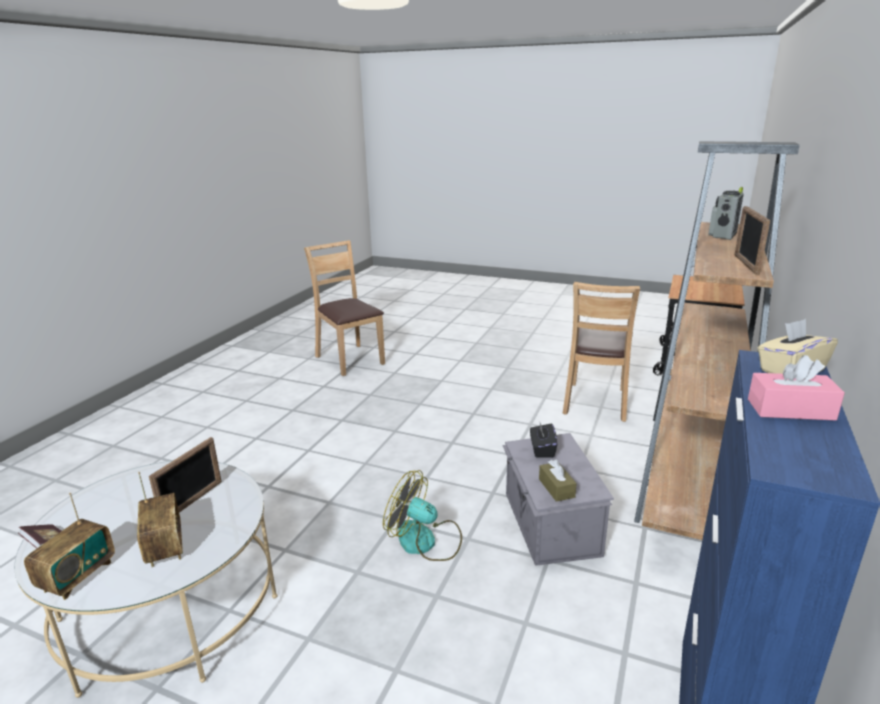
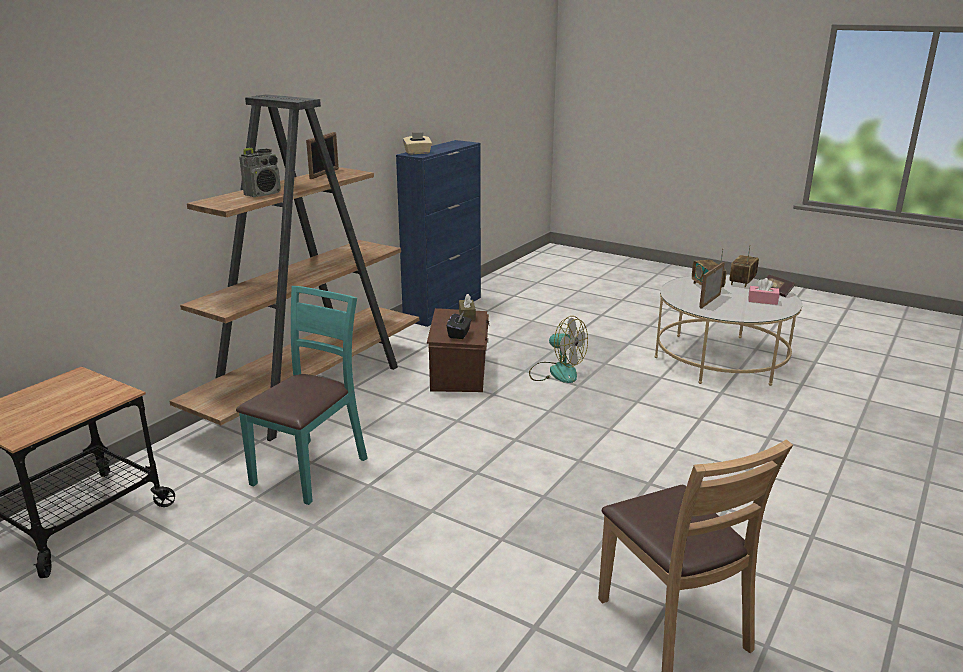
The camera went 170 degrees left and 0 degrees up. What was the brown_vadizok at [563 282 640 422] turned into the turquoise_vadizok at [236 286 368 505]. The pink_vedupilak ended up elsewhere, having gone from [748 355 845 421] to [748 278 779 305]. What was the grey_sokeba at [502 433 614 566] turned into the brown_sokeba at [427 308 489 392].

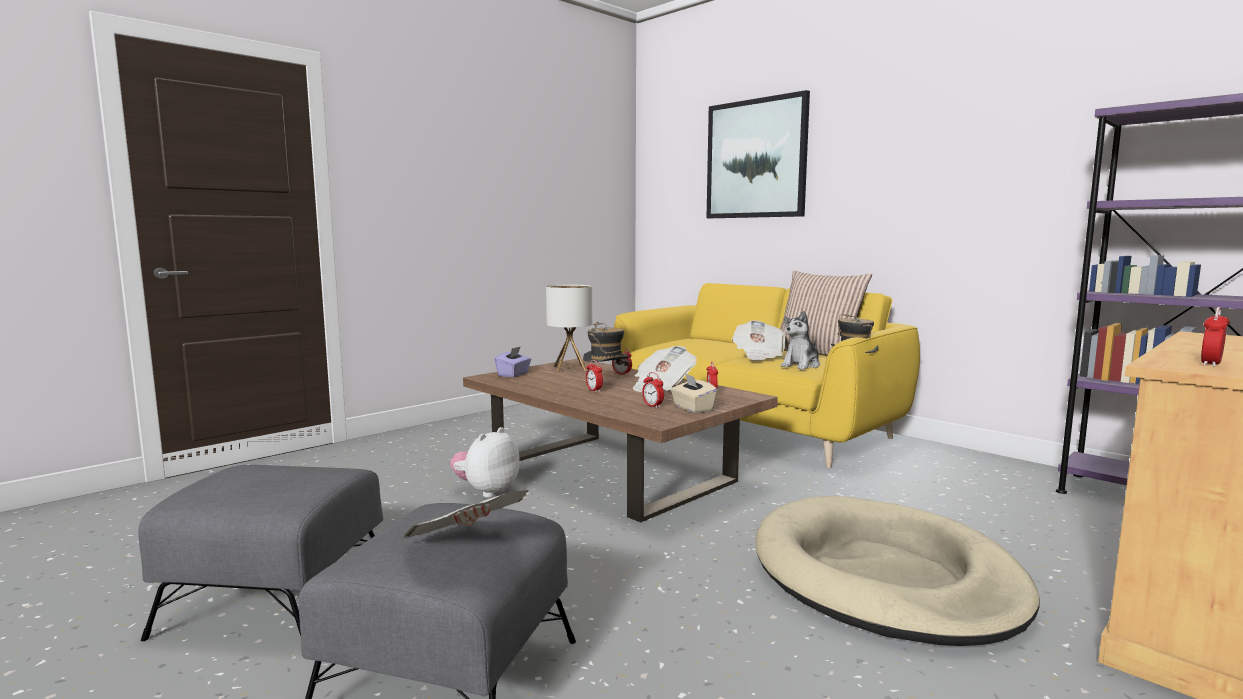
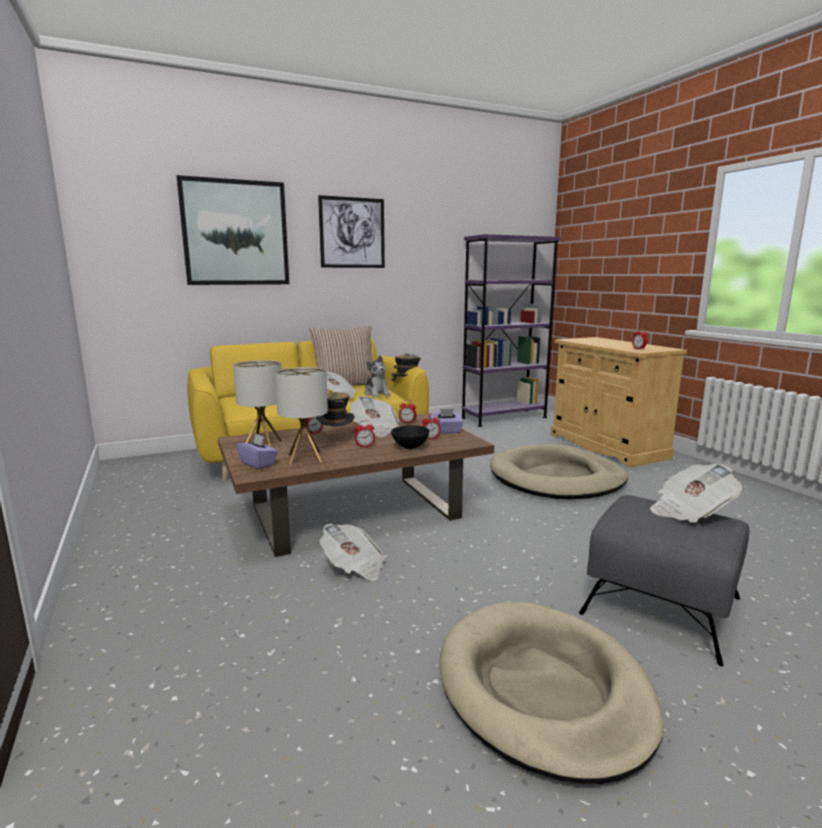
The camera went 70 degrees left and 5 degrees up. What was the beige_vedupilak at [671 373 717 413] turned into the purple_vedupilak at [429 409 464 434]. Where the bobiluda stood at [450 427 520 498], the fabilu came to stand at [320 524 386 581]. Where the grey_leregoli stood at [138 465 383 641], the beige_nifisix came to stand at [440 602 664 784]. The second view gained the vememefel at [318 195 385 268]. The second view gained the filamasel at [275 367 328 465]. The second view gained the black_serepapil at [391 425 430 449].

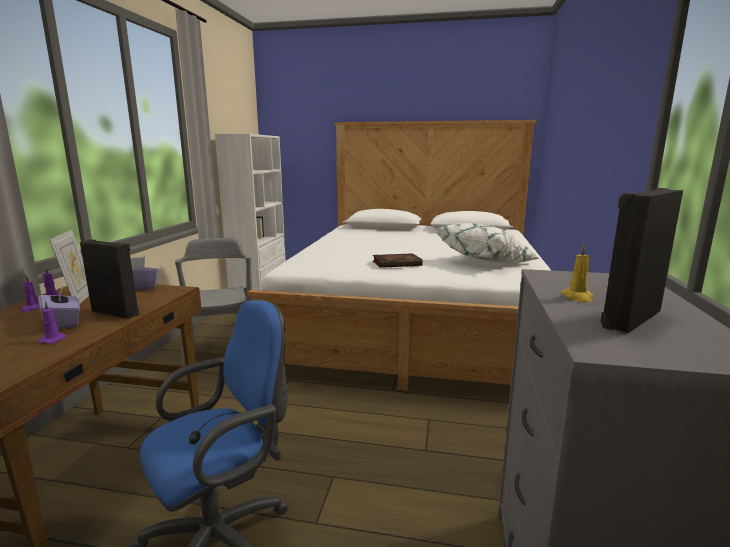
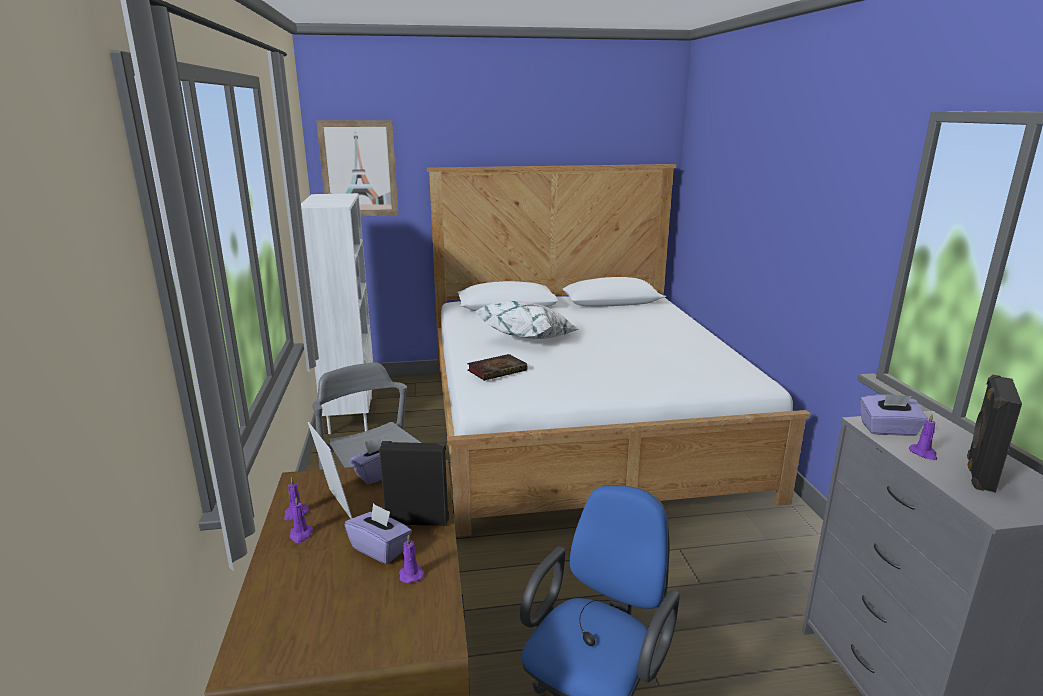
The camera went 20 degrees left and 5 degrees up. The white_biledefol ended up elsewhere, having gone from [436 223 540 263] to [475 301 578 339]. What was the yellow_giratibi at [561 244 593 303] turned into the purple_giratibi at [909 413 937 460]. The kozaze ended up elsewhere, having gone from [373 253 423 268] to [467 354 527 381]. The second view gained the vememefel at [316 120 398 216]. The second view gained the purple_vedupilak at [860 394 928 436].

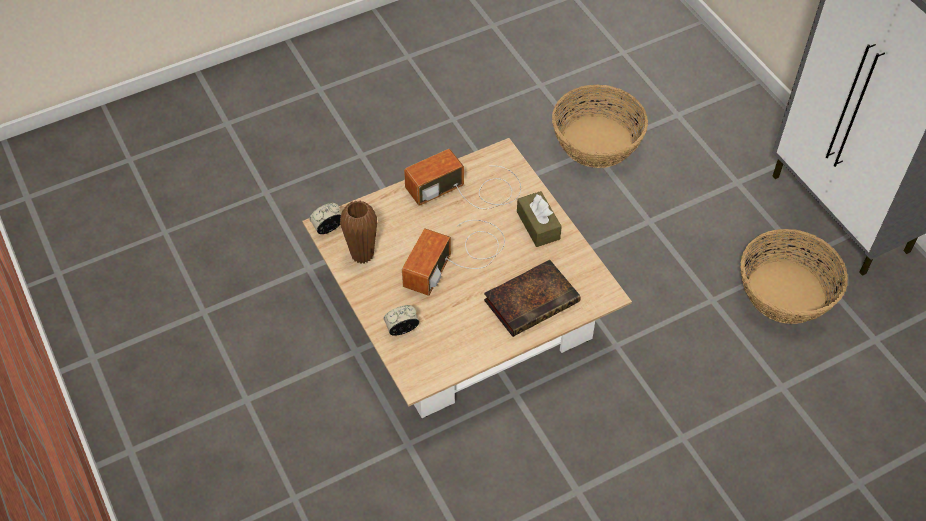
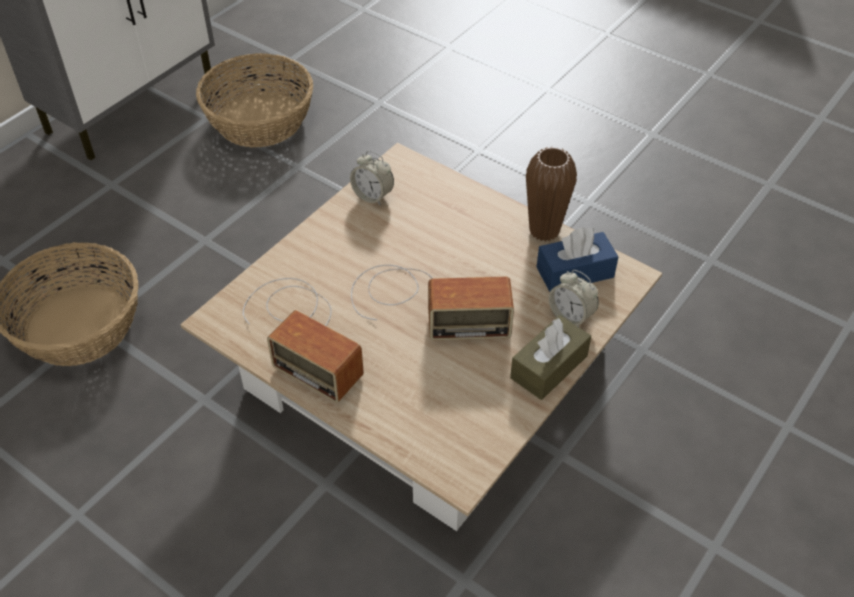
The camera went 115 degrees left and 5 degrees down. The brown_vedupilak ended up elsewhere, having gone from [517 191 562 247] to [510 315 591 400]. The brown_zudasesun ended up elsewhere, having gone from [340 200 377 264] to [526 147 577 242]. The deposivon ended up elsewhere, having gone from [309 203 341 234] to [350 151 394 205]. The second view lost the kozaze at [484 260 580 337]. The second view gained the blue_vedupilak at [537 227 618 292].

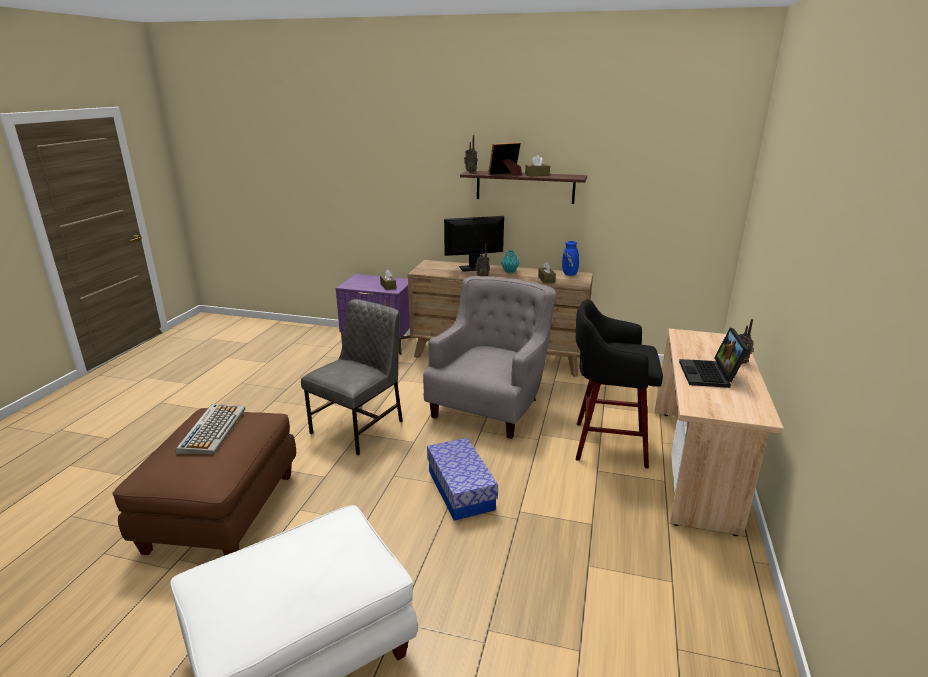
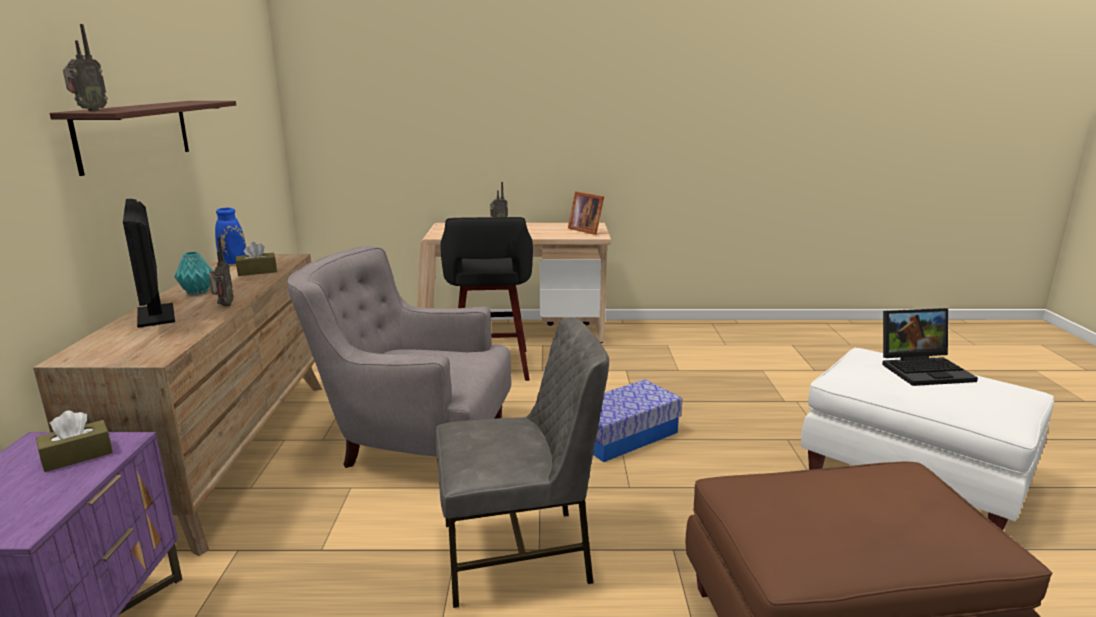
The camera went 105 degrees left and 5 degrees down. The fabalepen ended up elsewhere, having gone from [488 142 522 175] to [568 191 604 235]. The second view lost the brown_vedupilak at [525 155 550 176]. The grey_vadizok at [301 299 403 455] ended up facing another way, 150 degrees clockwise from before. The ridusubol ended up elsewhere, having gone from [679 328 749 388] to [882 308 978 386]. The second view lost the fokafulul at [175 404 245 454].

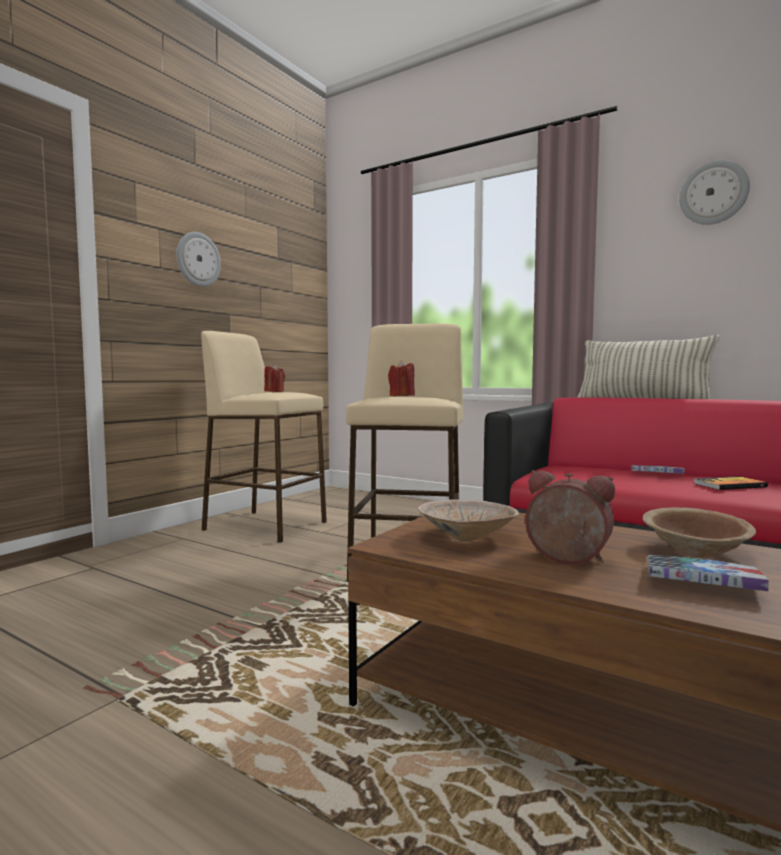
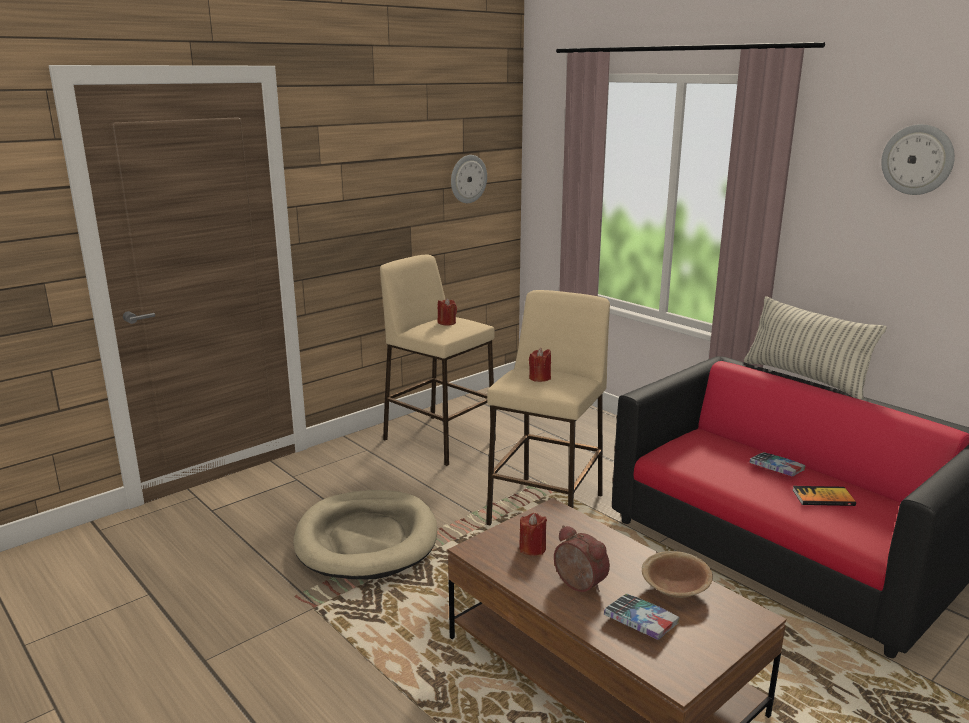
The camera went 15 degrees right and 15 degrees up. The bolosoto ended up elsewhere, having gone from [176 232 221 287] to [451 155 487 203]. Where the beige_serepapil stood at [417 500 519 541], the red_giratibi came to stand at [519 513 547 556]. The second view gained the beige_nifisix at [294 490 437 579].

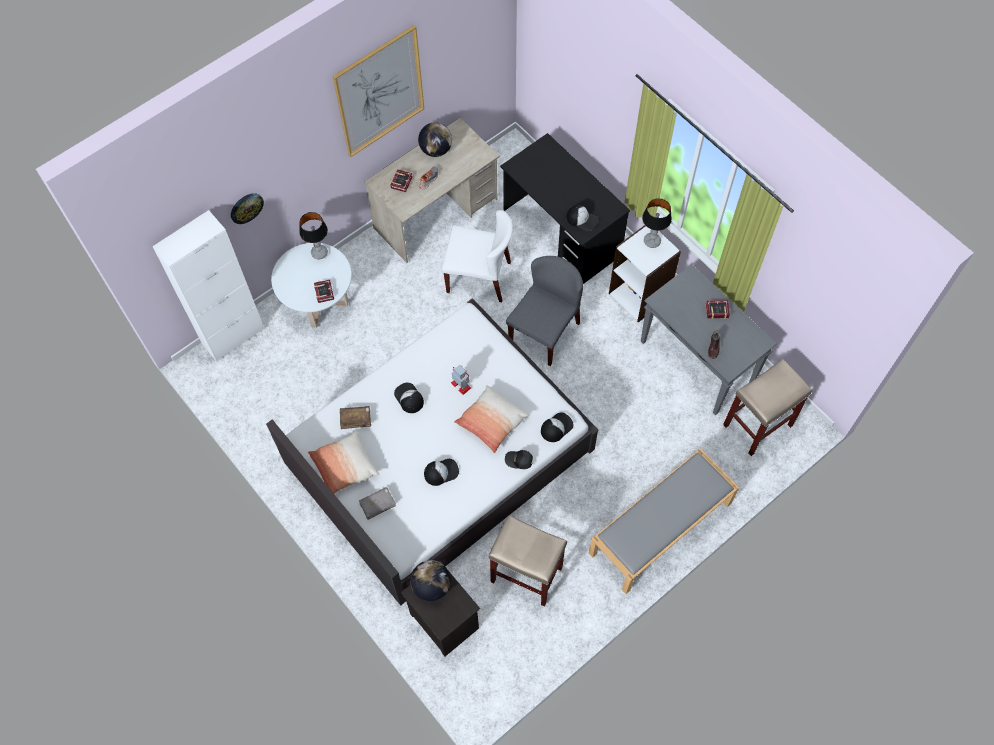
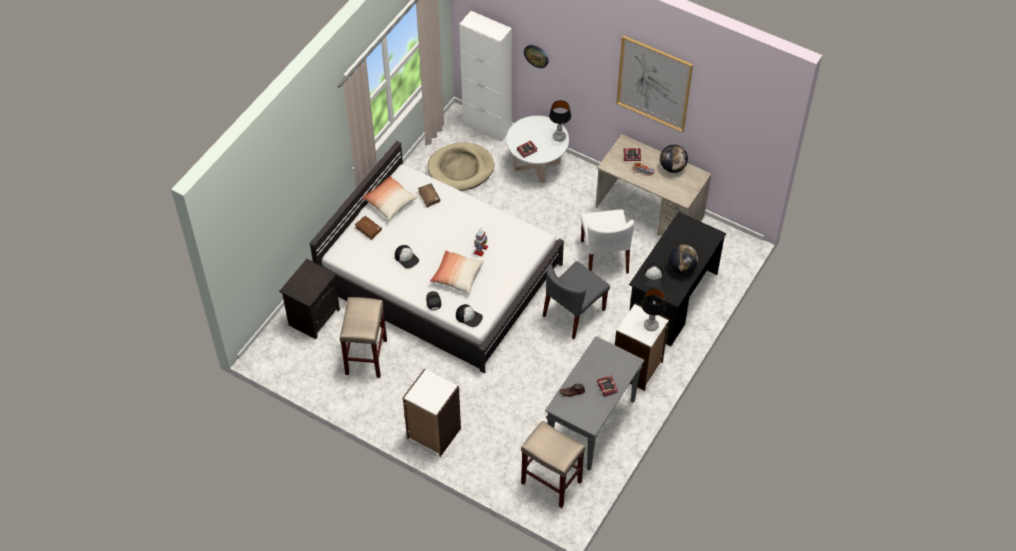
The camera went 70 degrees right and 10 degrees down. The grey_vadizok at [506 256 583 366] ended up facing another way, 120 degrees clockwise from before. The second view lost the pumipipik at [394 383 424 413]. Where the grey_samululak stood at [589 448 739 594], the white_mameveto came to stand at [403 368 461 457]. What was the grey_kozaze at [359 487 396 520] turned into the brown_kozaze at [355 216 382 240]. The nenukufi ended up elsewhere, having gone from [410 560 451 601] to [669 244 698 274]. The second view gained the beige_nifisix at [427 142 494 191].

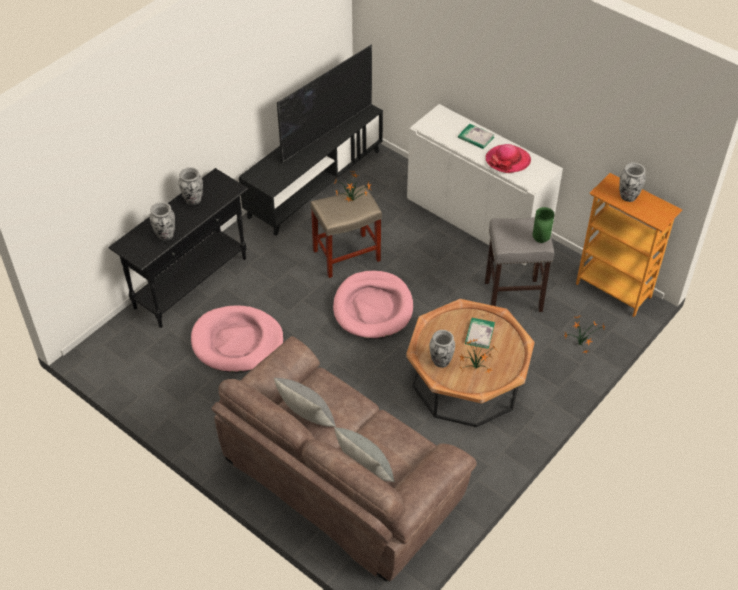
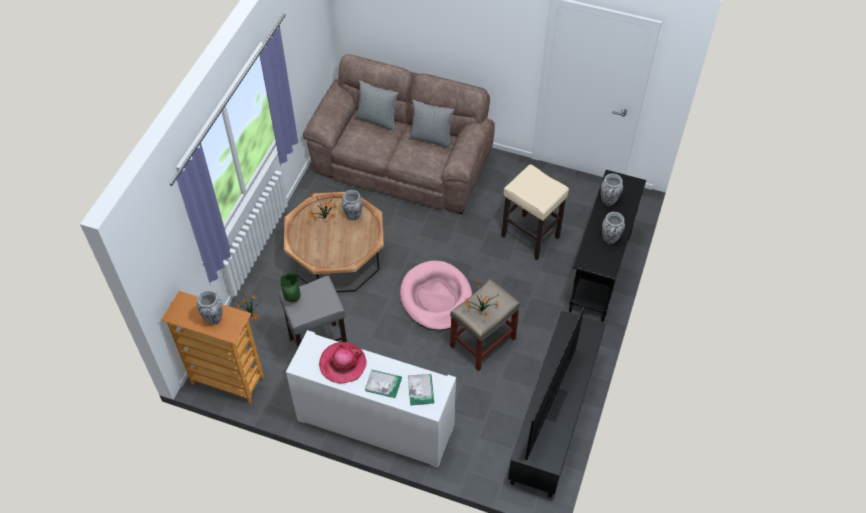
The camera went 160 degrees right and 5 degrees up. Where the pink_nifisix stood at [191 305 284 373], the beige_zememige came to stand at [501 164 569 260]. The kozaze ended up elsewhere, having gone from [465 318 495 349] to [408 374 434 405].

